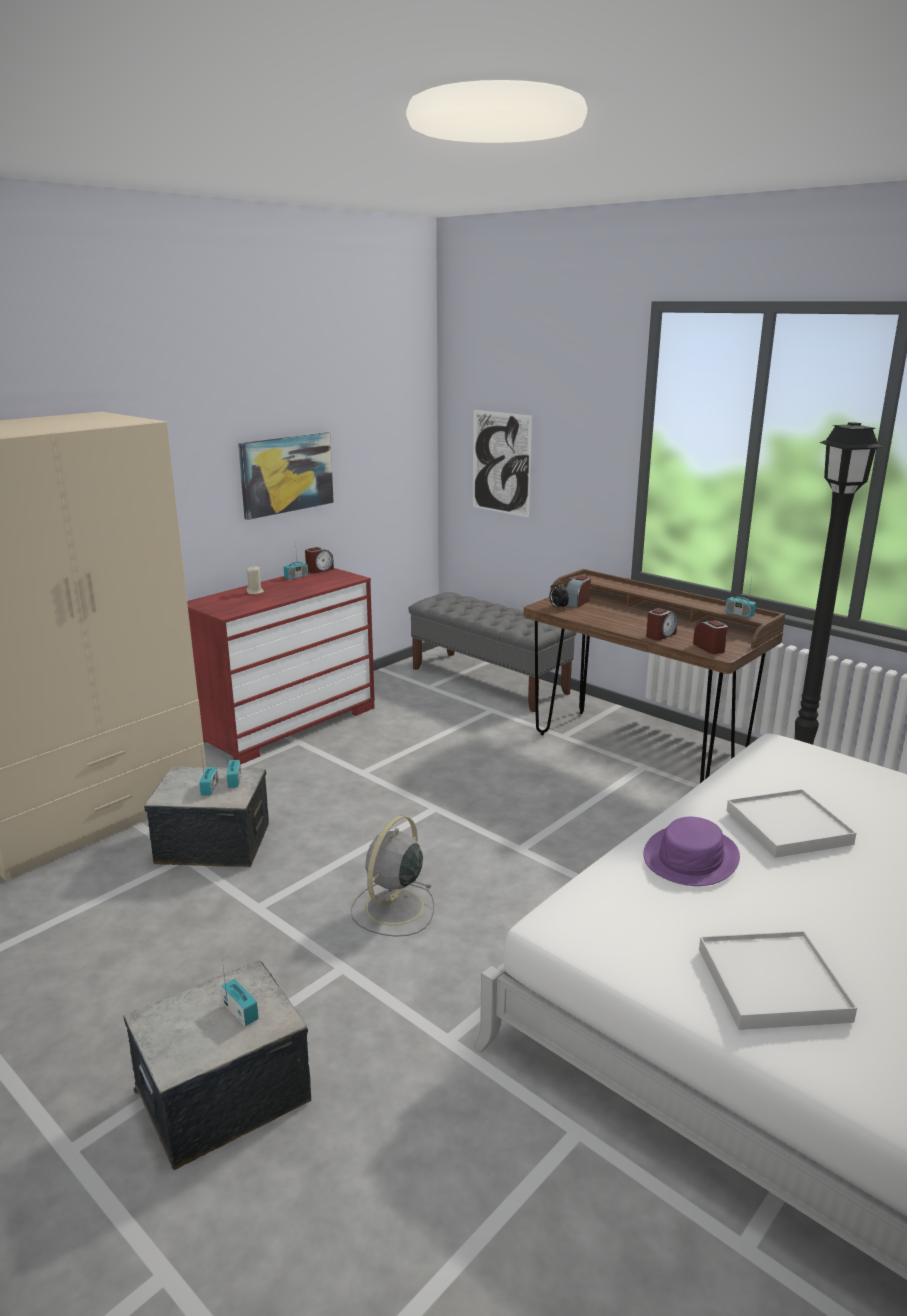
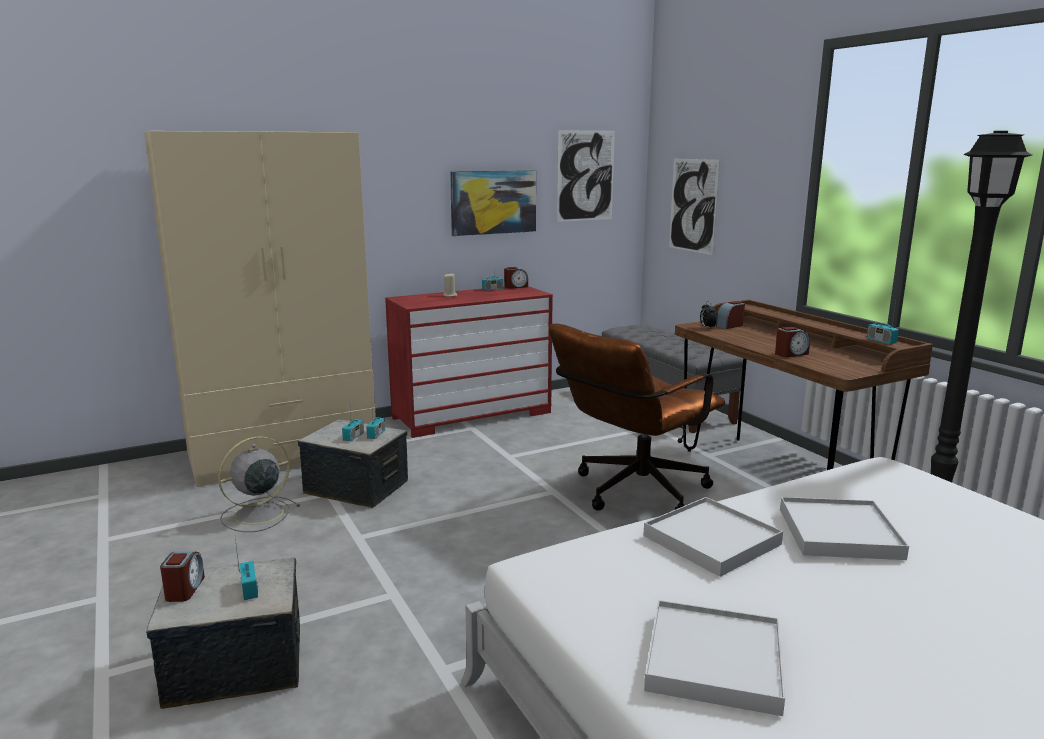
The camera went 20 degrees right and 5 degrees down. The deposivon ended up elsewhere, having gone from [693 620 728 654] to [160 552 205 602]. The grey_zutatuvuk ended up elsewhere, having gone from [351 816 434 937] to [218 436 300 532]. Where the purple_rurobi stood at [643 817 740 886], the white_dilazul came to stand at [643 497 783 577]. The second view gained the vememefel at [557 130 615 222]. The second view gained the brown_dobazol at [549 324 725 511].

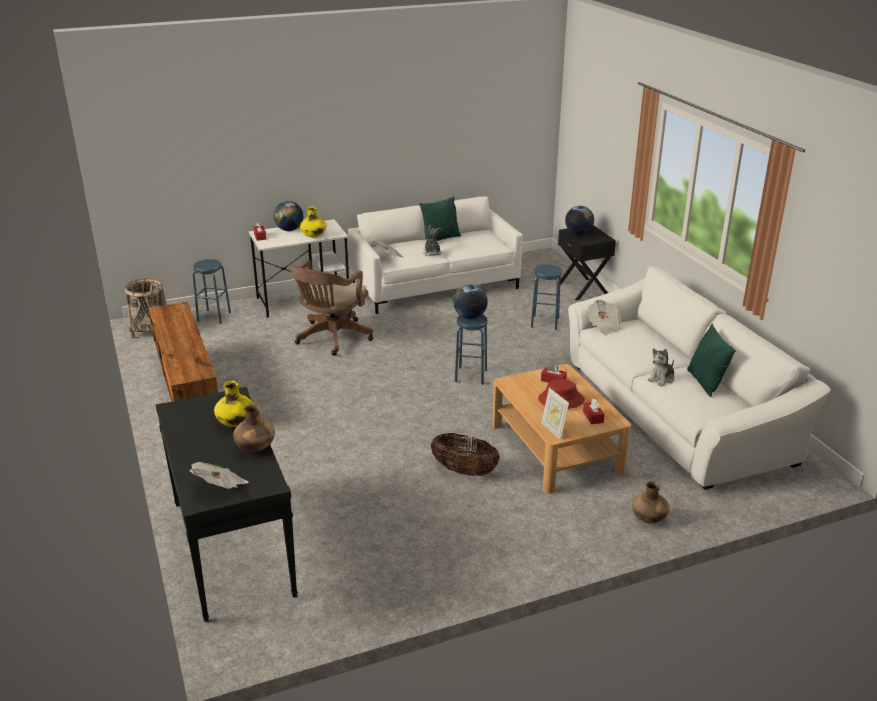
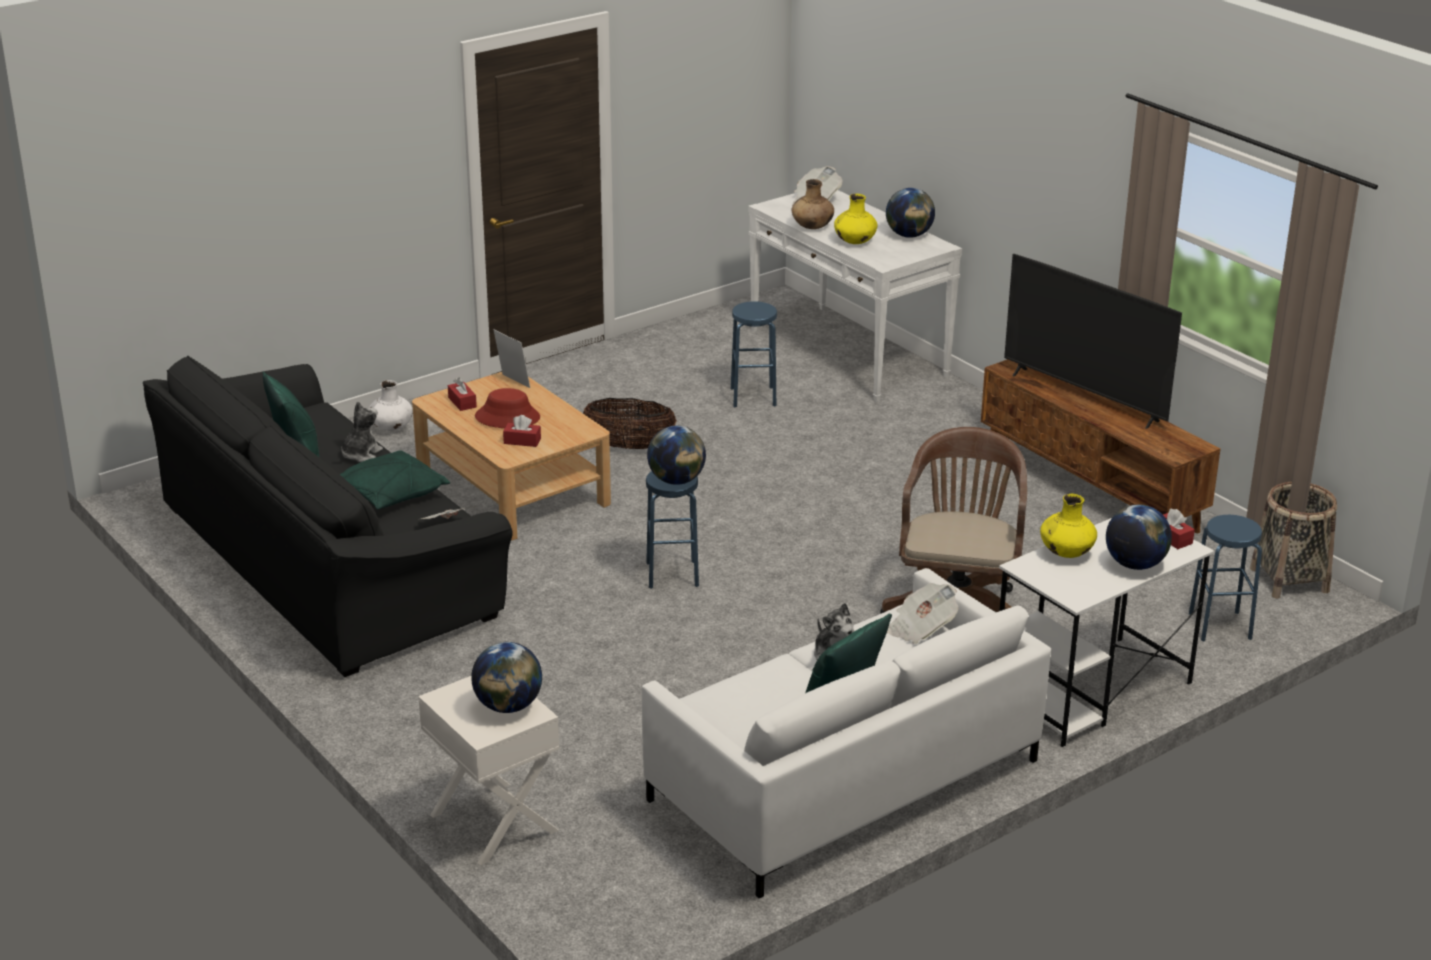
The camera went 165 degrees right and 0 degrees up. What was the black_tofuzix at [558 225 616 300] turned into the white_tofuzix at [418 676 559 866]. The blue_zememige ended up elsewhere, having gone from [531 264 562 330] to [731 301 777 407]. What was the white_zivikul at [568 266 831 490] turned into the black_zivikul at [143 356 513 677]. What was the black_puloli at [156 387 298 622] turned into the white_puloli at [748 190 962 402]. What was the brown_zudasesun at [632 481 669 524] turned into the white_zudasesun at [369 380 413 431]. The second view gained the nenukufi at [886 188 935 238]. The second view gained the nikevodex at [1004 254 1182 429]. The second view gained the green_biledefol at [340 451 450 510].

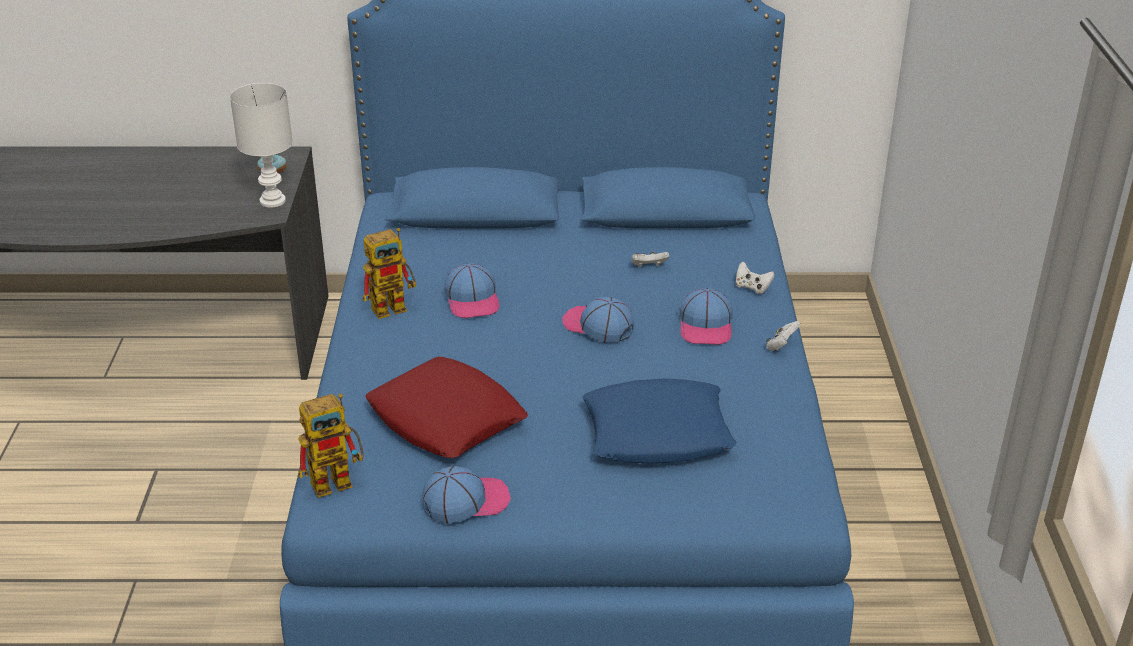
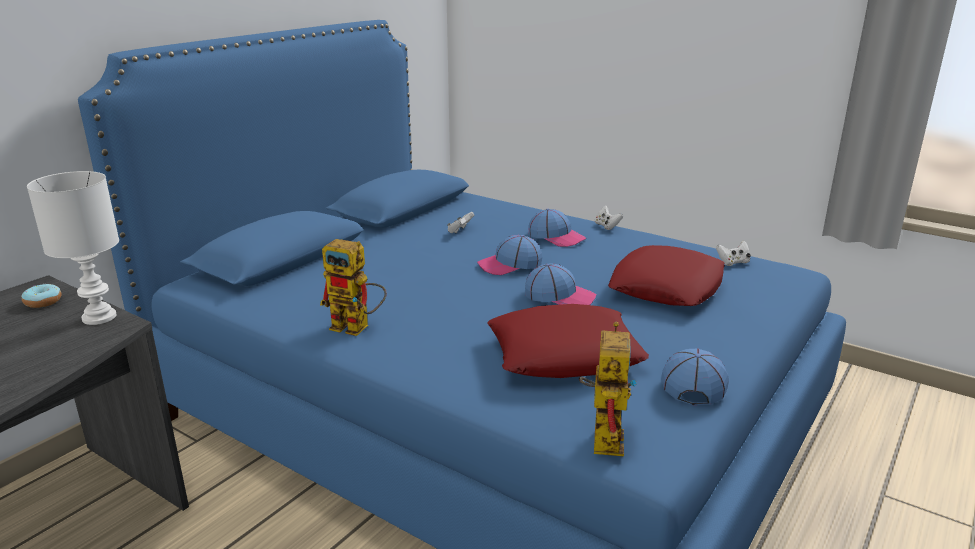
The camera went 55 degrees left and 10 degrees down. The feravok at [363 228 416 319] ended up facing another way, 105 degrees clockwise from before. The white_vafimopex ended up elsewhere, having gone from [735 262 775 294] to [716 241 751 266]. The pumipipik ended up elsewhere, having gone from [444 263 500 318] to [525 264 596 305]. What was the blue_biledefol at [582 378 736 464] turned into the red_biledefol at [608 245 725 306].

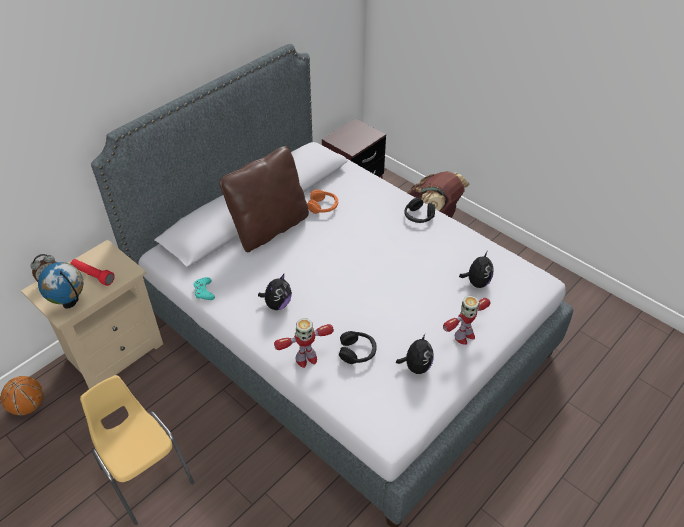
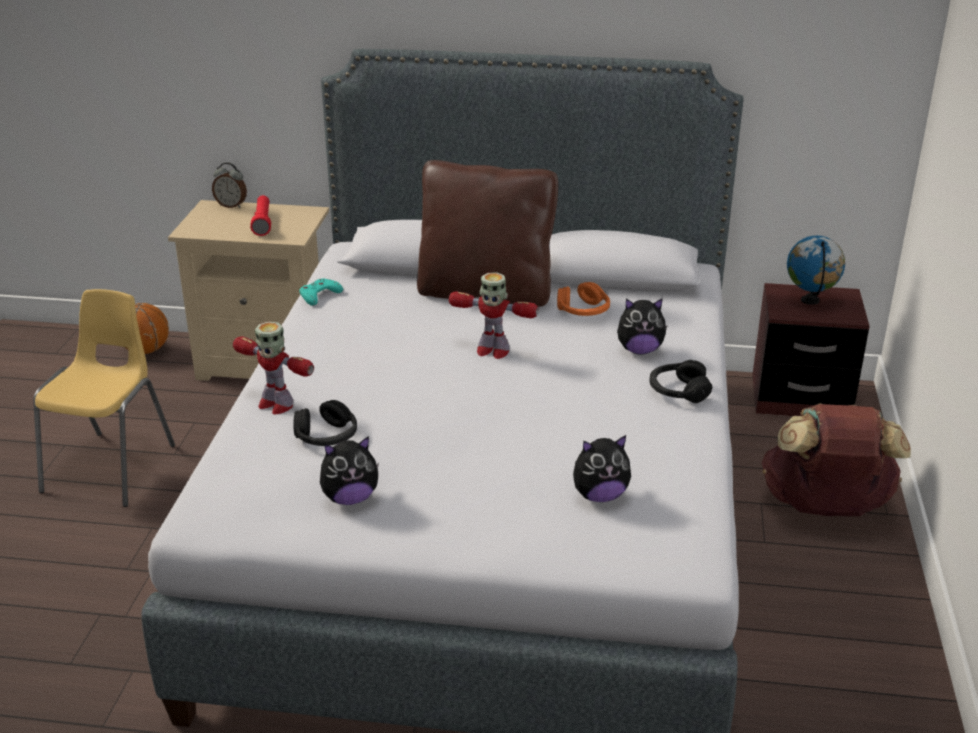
The camera went 55 degrees right and 15 degrees down. The nenukufi ended up elsewhere, having gone from [38 262 83 308] to [787 235 845 305]. The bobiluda ended up elsewhere, having gone from [258 274 292 310] to [617 298 668 354]. The feravok ended up elsewhere, having gone from [443 296 490 345] to [449 272 538 359].

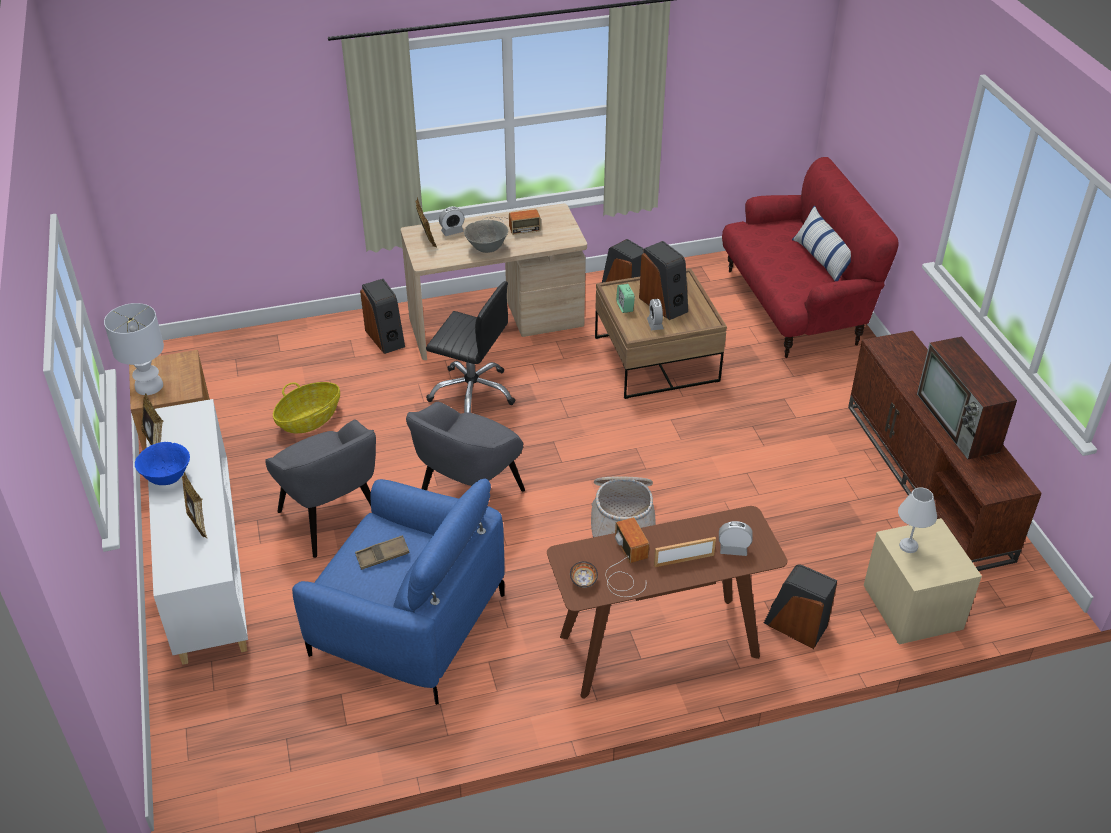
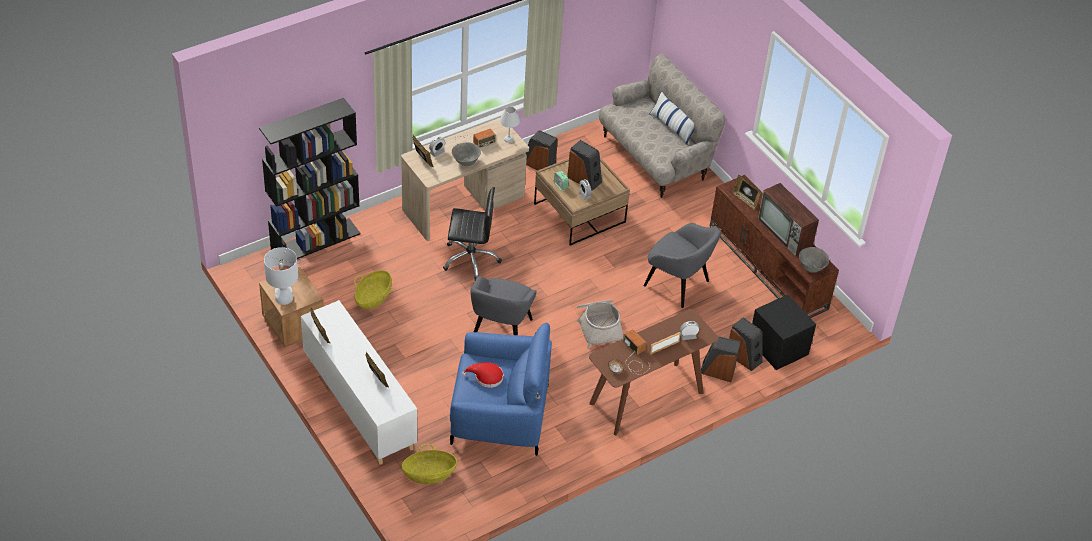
The camera went 20 degrees left and 5 degrees up. What was the red_zivikul at [722 157 899 358] turned into the beige_zivikul at [598 54 726 198]. The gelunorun ended up elsewhere, having gone from [360 279 405 354] to [729 317 762 371]. The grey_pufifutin ended up elsewhere, having gone from [265 419 376 558] to [643 223 721 308]. The second view lost the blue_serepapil at [135 442 190 485]. The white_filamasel ended up elsewhere, having gone from [898 487 937 553] to [500 106 520 143]. What was the beige_tofuzix at [864 518 982 645] turned into the black_tofuzix at [752 294 816 370]. Where the brown_dilazul stood at [355 535 410 570], the red_rurobi came to stand at [462 363 503 388]. The second view gained the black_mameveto at [259 98 361 259]. The second view gained the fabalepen at [732 175 761 210]. The second view gained the grey_serepapil at [799 247 829 273]. The second view gained the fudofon at [401 444 457 484].

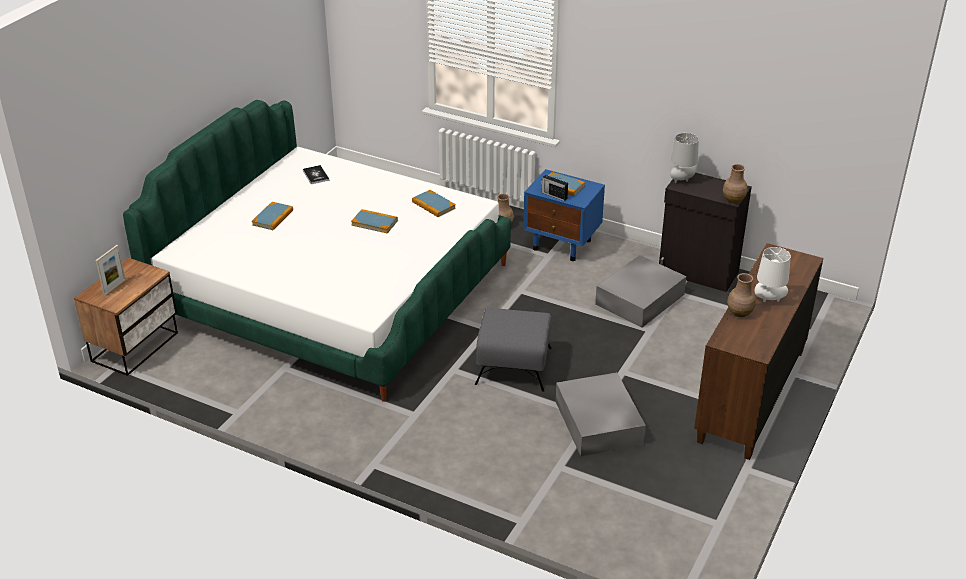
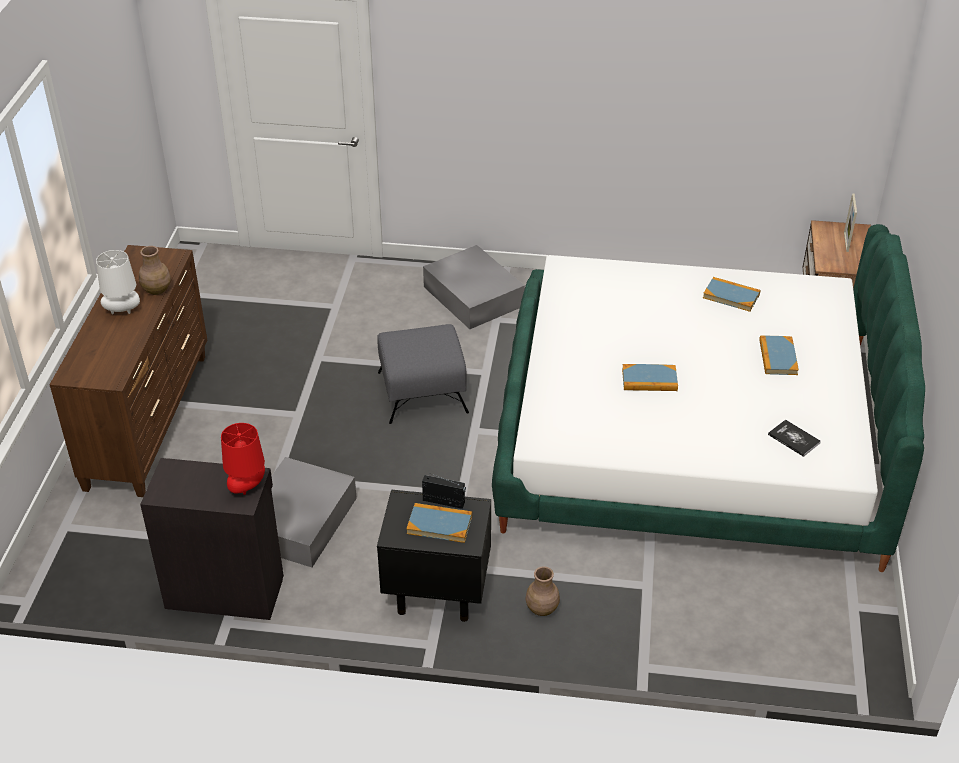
The camera went 160 degrees right and 5 degrees up. What was the grey_filamasel at [670 133 699 183] turned into the red_filamasel at [221 423 265 495]. The second view lost the brown_zudasesun at [723 164 747 203]. What was the blue_tofuzix at [523 169 605 261] turned into the black_tofuzix at [377 490 491 622]. The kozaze ended up elsewhere, having gone from [412 190 456 217] to [703 277 760 312]. The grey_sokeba ended up elsewhere, having gone from [555 372 646 456] to [423 245 525 329].

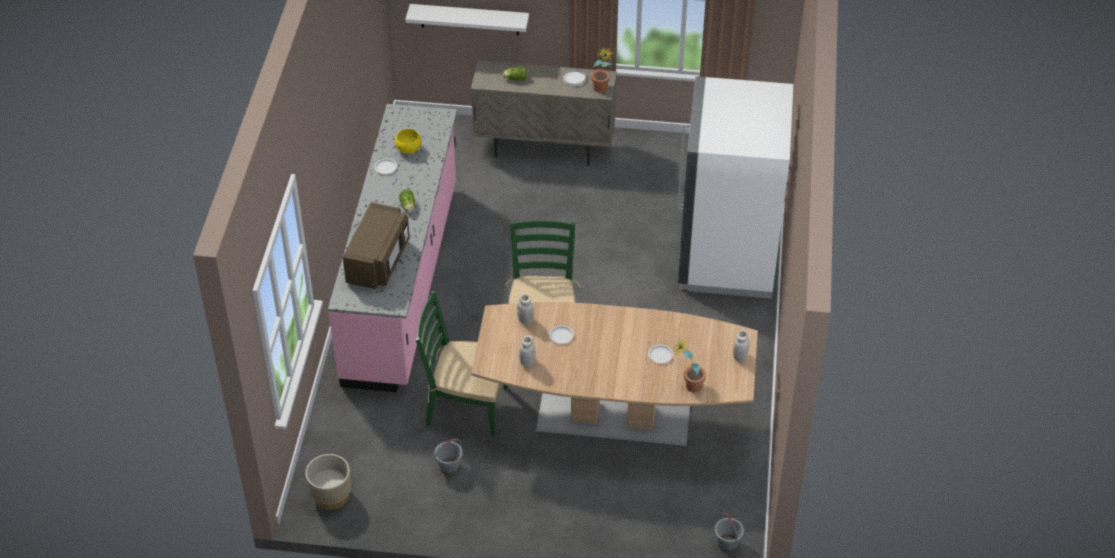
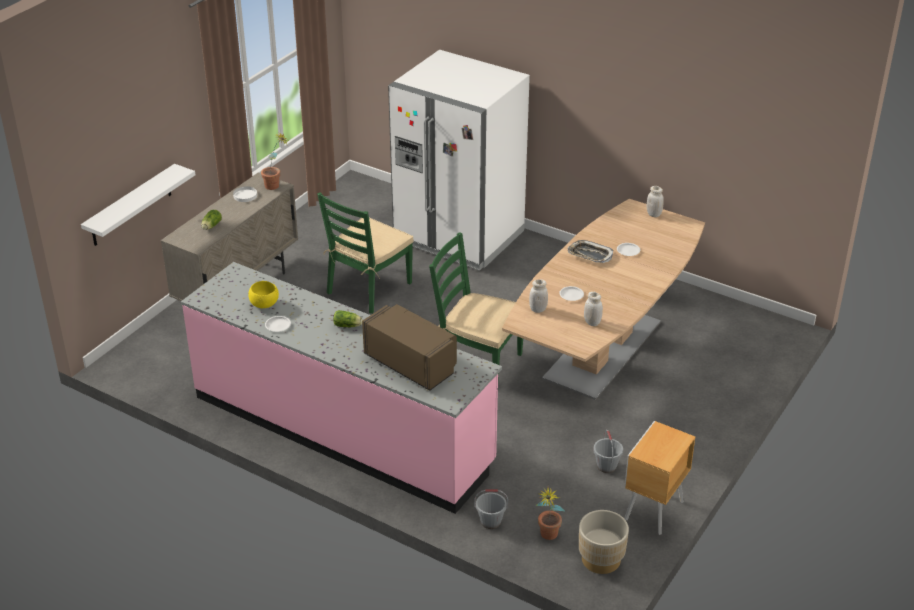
The camera went 65 degrees left and 10 degrees down. The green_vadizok ended up elsewhere, having gone from [415 290 508 436] to [317 192 414 314]. The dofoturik ended up elsewhere, having gone from [673 338 706 393] to [535 488 565 540]. The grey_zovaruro ended up elsewhere, having gone from [714 513 744 552] to [474 489 508 529]. The second view gained the dilazul at [567 240 613 263]. The second view gained the brown_tofuzix at [624 421 696 535].

